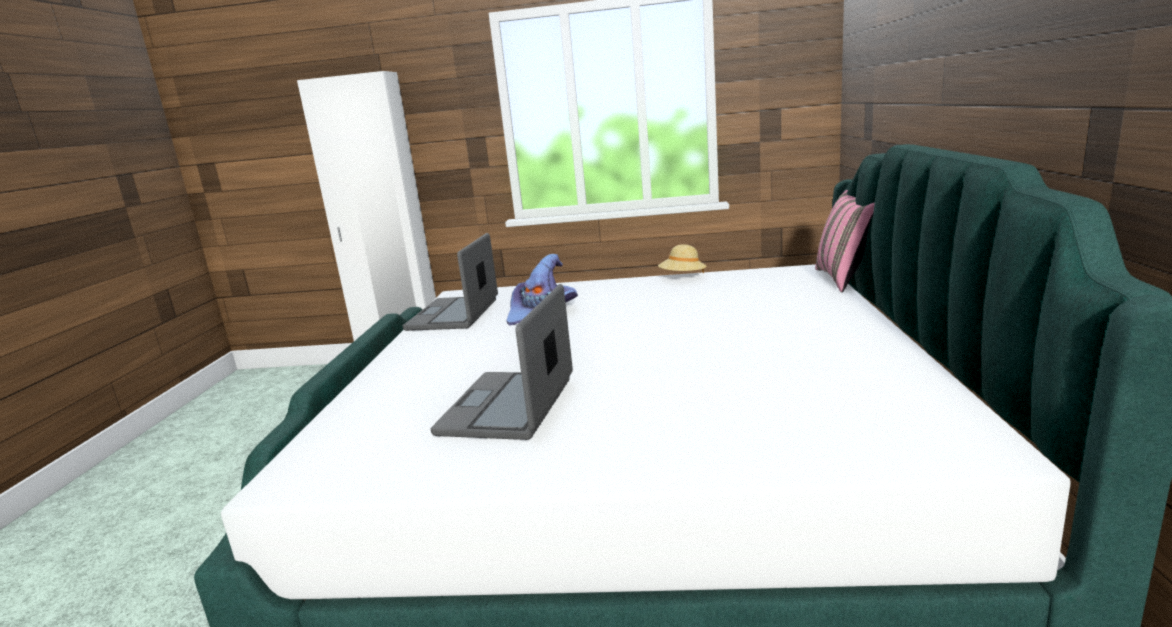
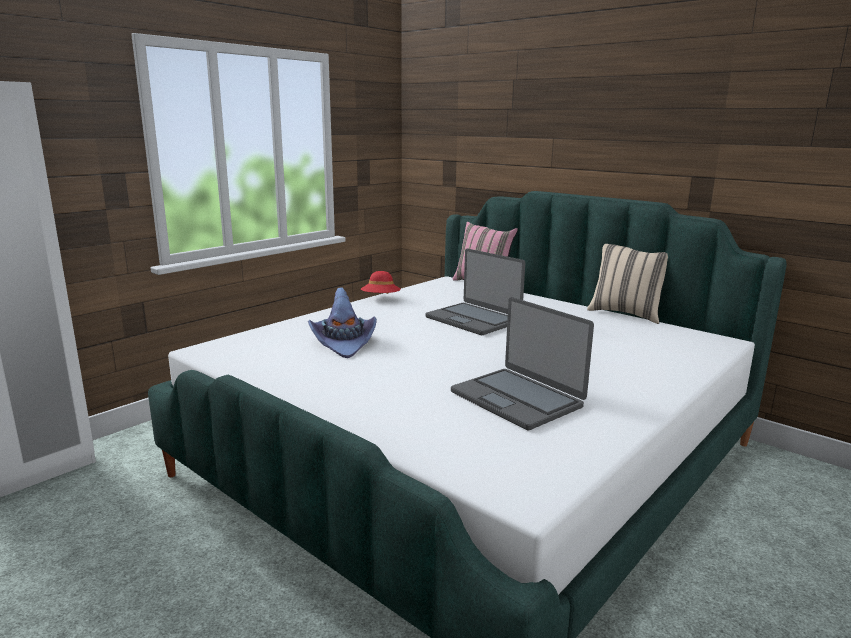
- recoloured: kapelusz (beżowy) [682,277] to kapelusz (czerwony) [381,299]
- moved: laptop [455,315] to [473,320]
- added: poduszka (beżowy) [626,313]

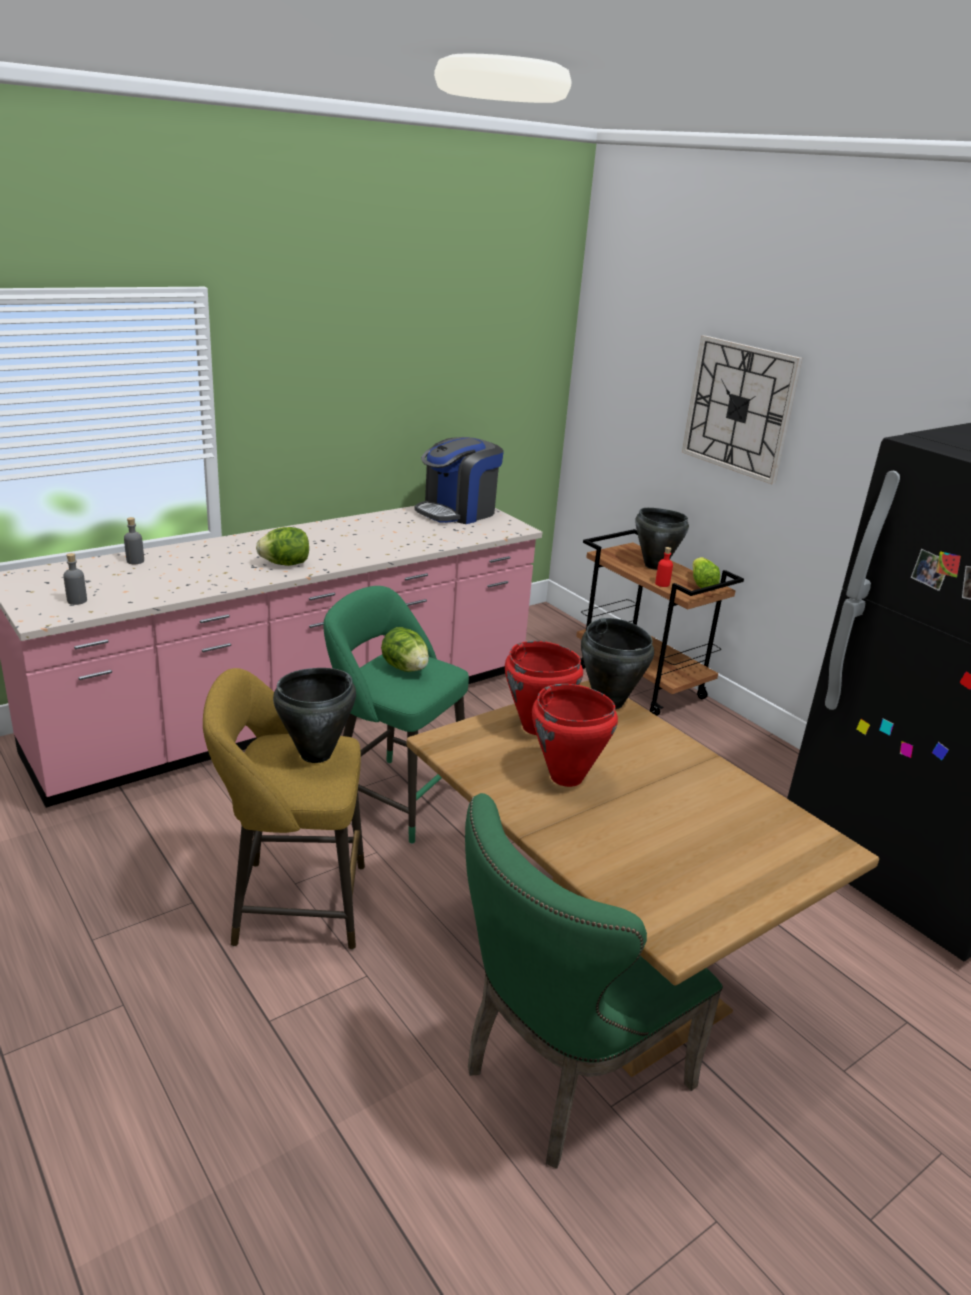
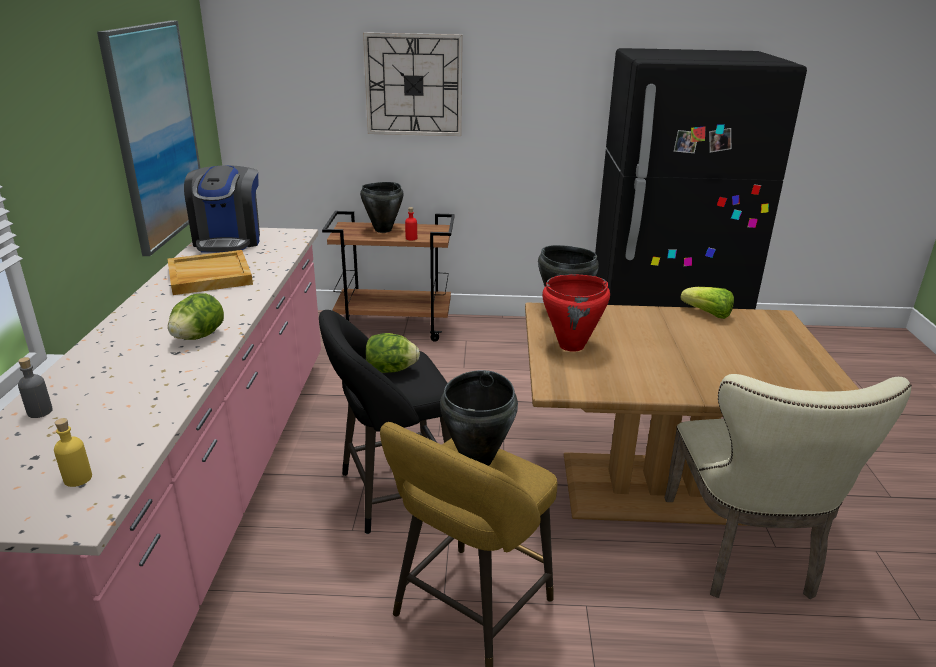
- recoloured: butelka (szary) [77,601] to butelka (żółty) [78,478]
- added: obraz [156,134]
- added: taca (beżowy) [209,276]
- recoloured: stołek (zielony) [392,797] to stołek (czarny) [391,494]
- recoloured: krzesło (zielony) [564,1079] to krzesło (beżowy) [744,555]
- moved: sałata [701,584] to [707,314]
- removed: garnek (czerwony) [566,778]

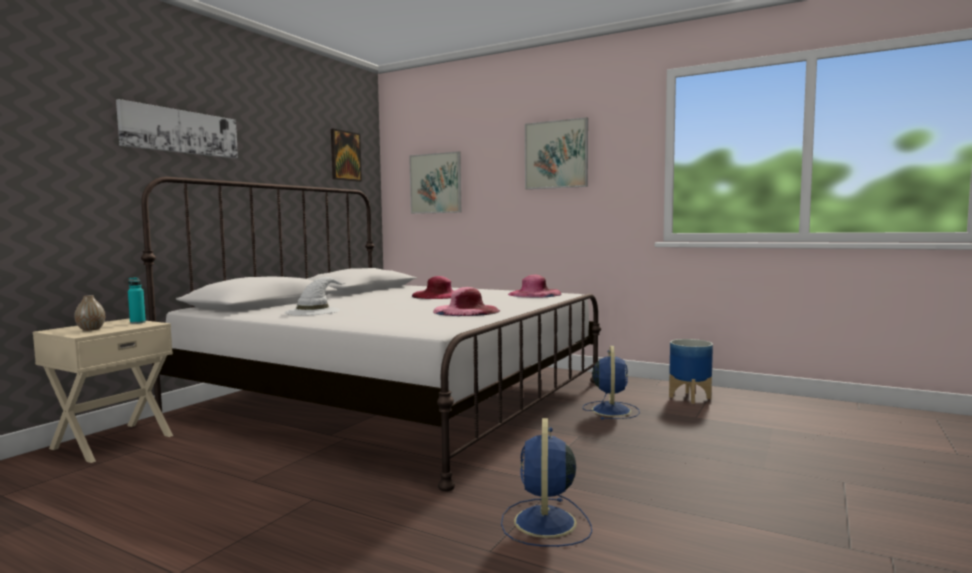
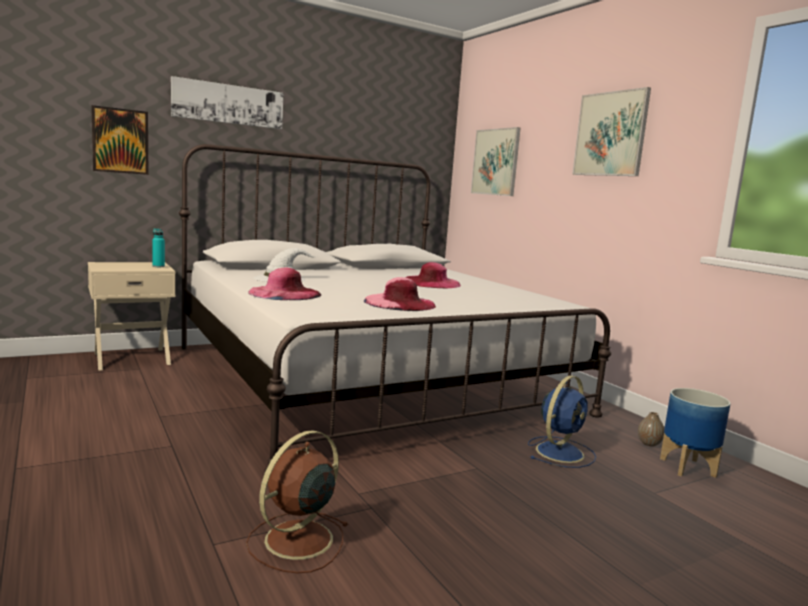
- moved: obraz [345,156] to [120,141]
- recoloured: wentylator (niebieski) [545,523] to wentylator (brązowy) [296,541]
- moved: kapelusz (różowy) [534,294] to [285,293]
- moved: wazon [91,329] to [649,444]

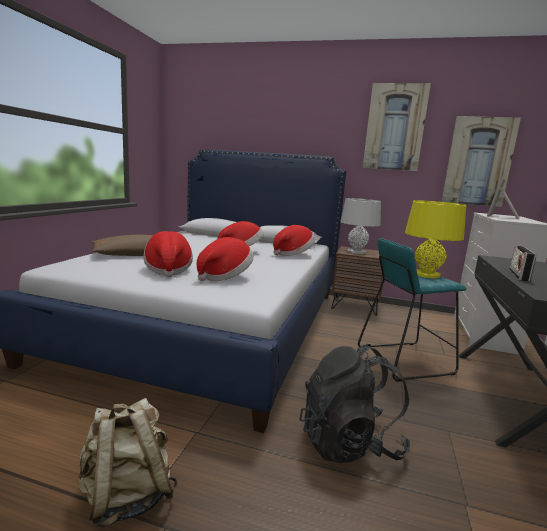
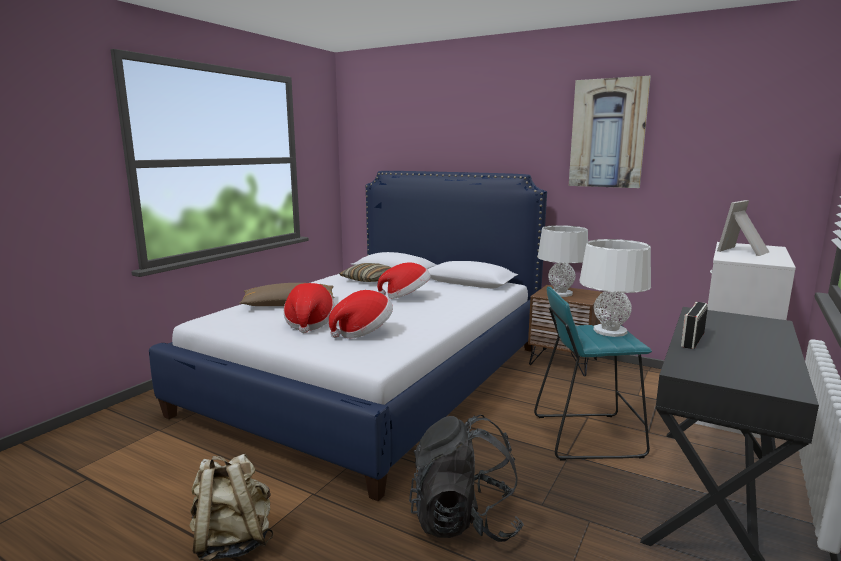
- added: poduszka [369,279]
- recoloured: lampa stołowa (żółty) [426,274] to lampa stołowa (biały) [610,331]
- removed: kapelusz [293,254]
- removed: obraz [478,161]

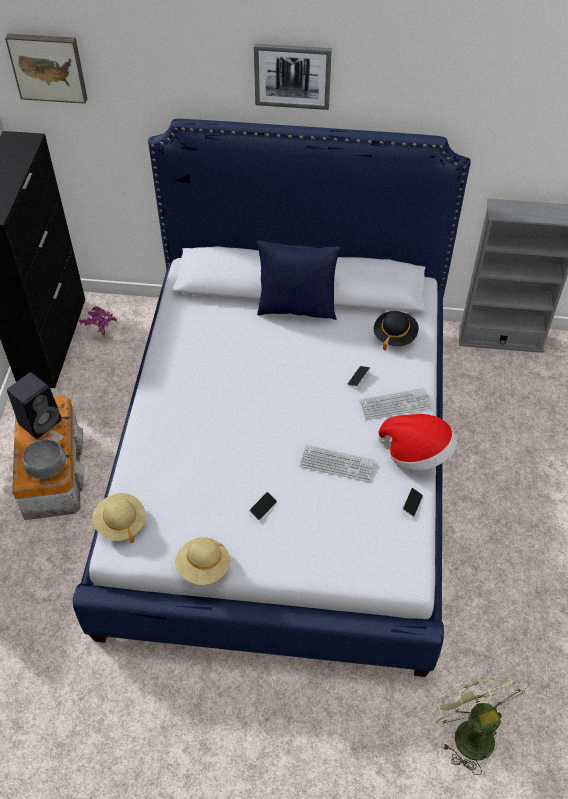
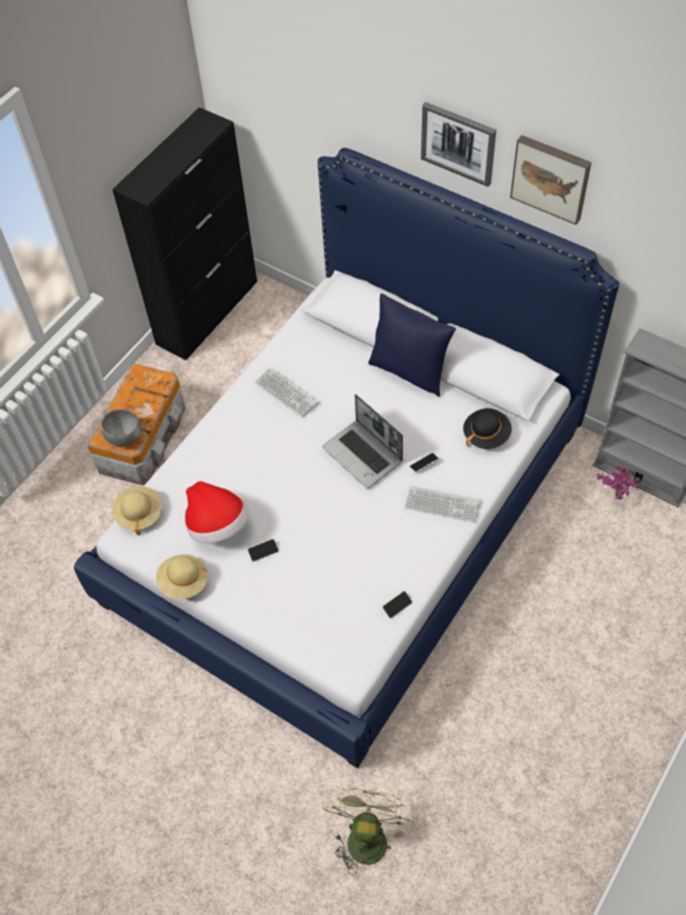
- moved: kapelusz [417,454] to [217,525]
- moved: klawiatura [337,464] to [286,393]
- added: laptop [363,455]
- moved: obraz [48,67] to [551,177]
- moved: roślina doniczkowa [103,336] to [615,497]
- removed: głośnik (czarny) [41,421]

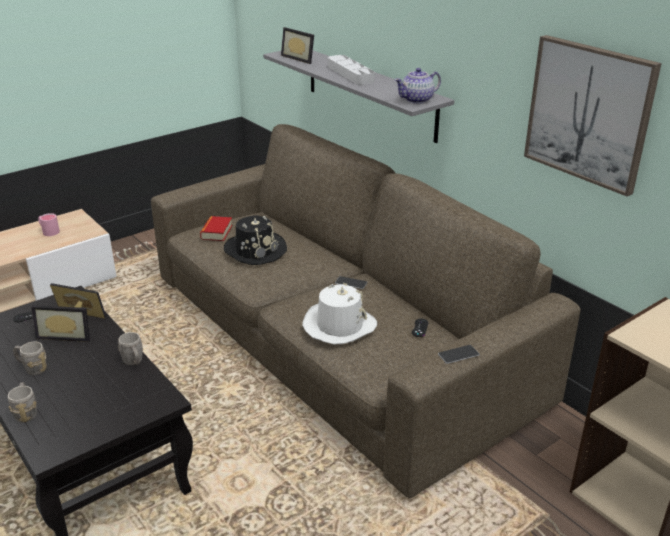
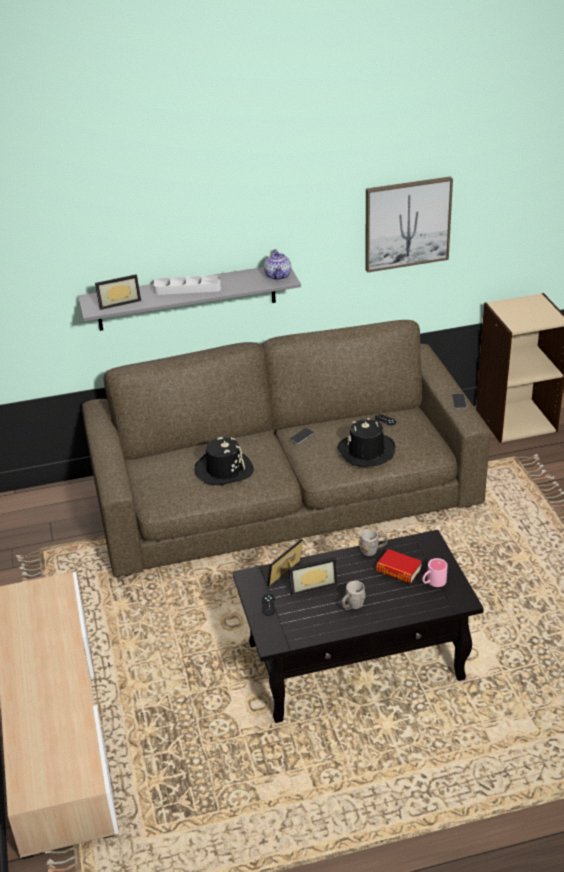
- turned: ramka na zdjęcie [66,334] = [312,584] 45 degrees clockwise
- recoloured: kapelusz (biały) [339,325] to kapelusz (czarny) [366,451]
- moved: książka [216,232] to [398,570]
- moved: kubek (różowy) [48,231] to [433,582]
- removed: kubek (szary) [26,412]

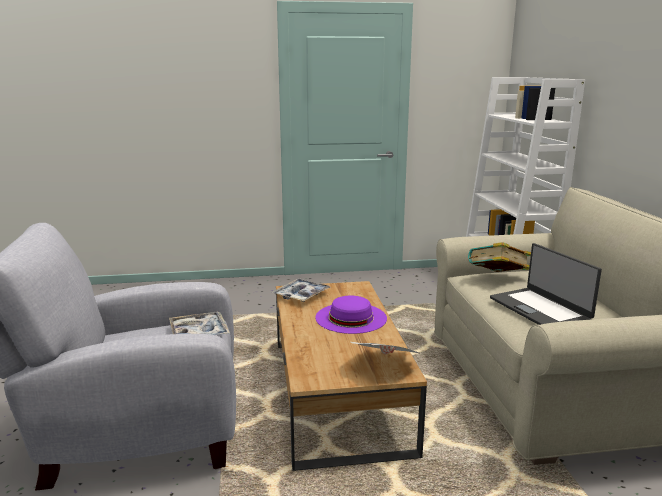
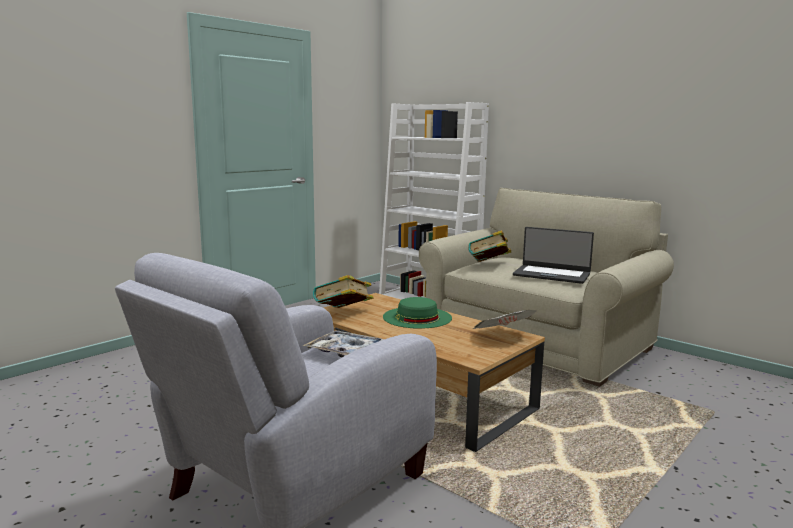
- replaced: taca [301,295] to książka [343,313]
- recoloured: kapelusz (fioletowy) [351,318] to kapelusz (zielony) [417,317]

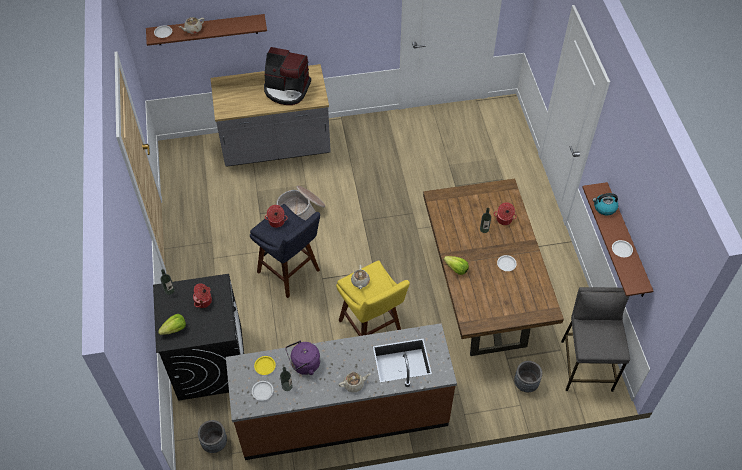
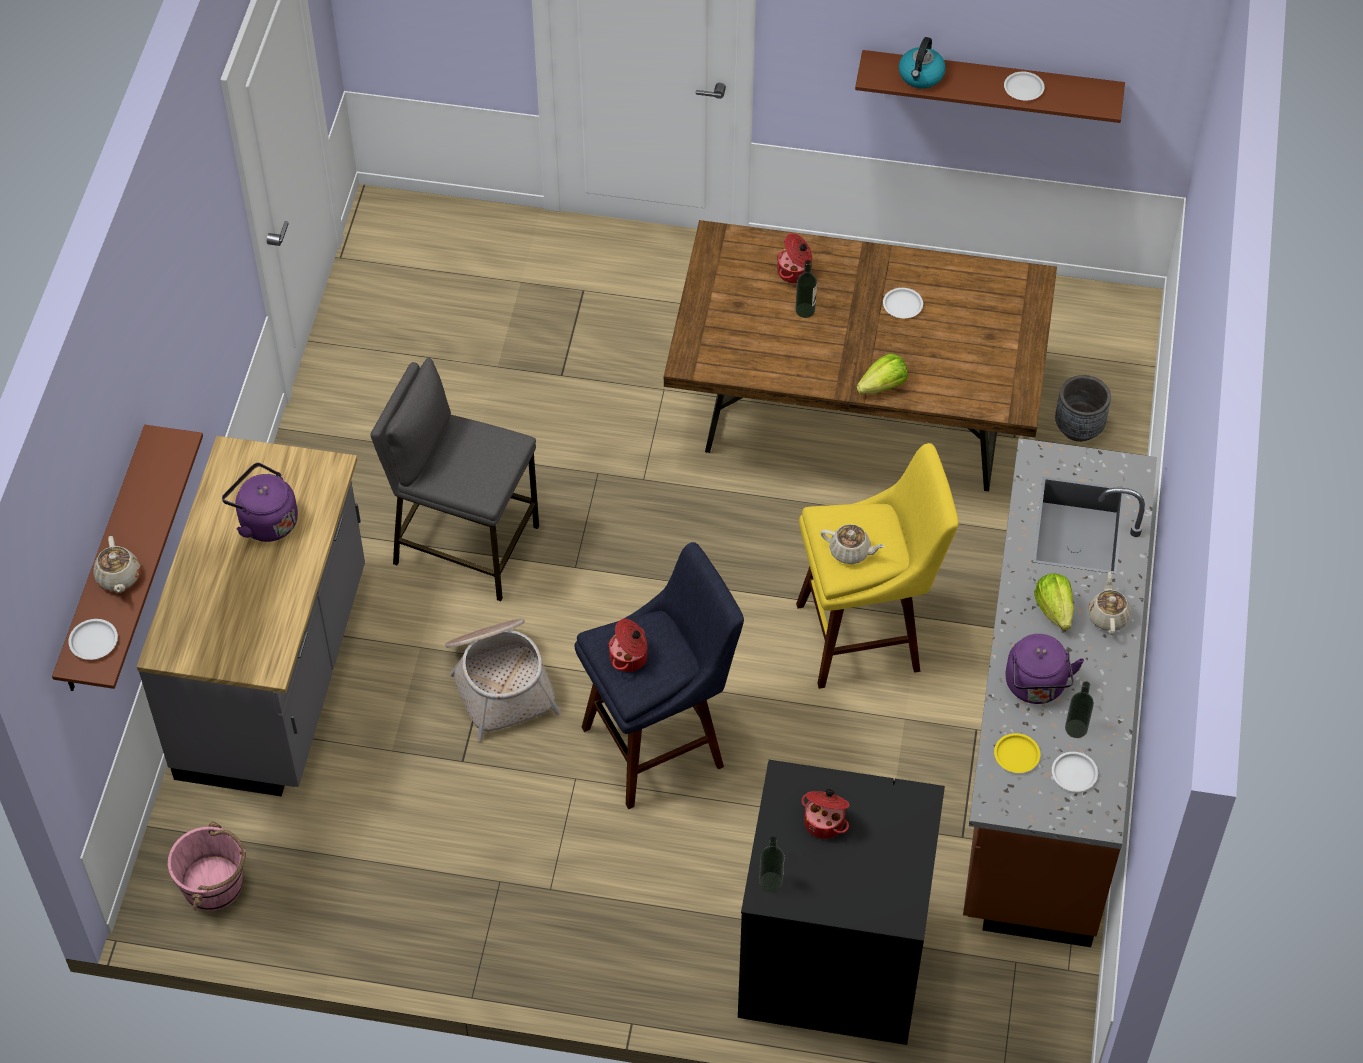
- added: wiadro (różowy) [214,885]
- replaced: ekspres do kawy [287,89] to czajnik (fioletowy) [265,521]
- moved: stołek (szary) [586,365] to [465,545]
- moved: sałata [174,329] to [1054,610]
- removed: donica (szary) [215,443]

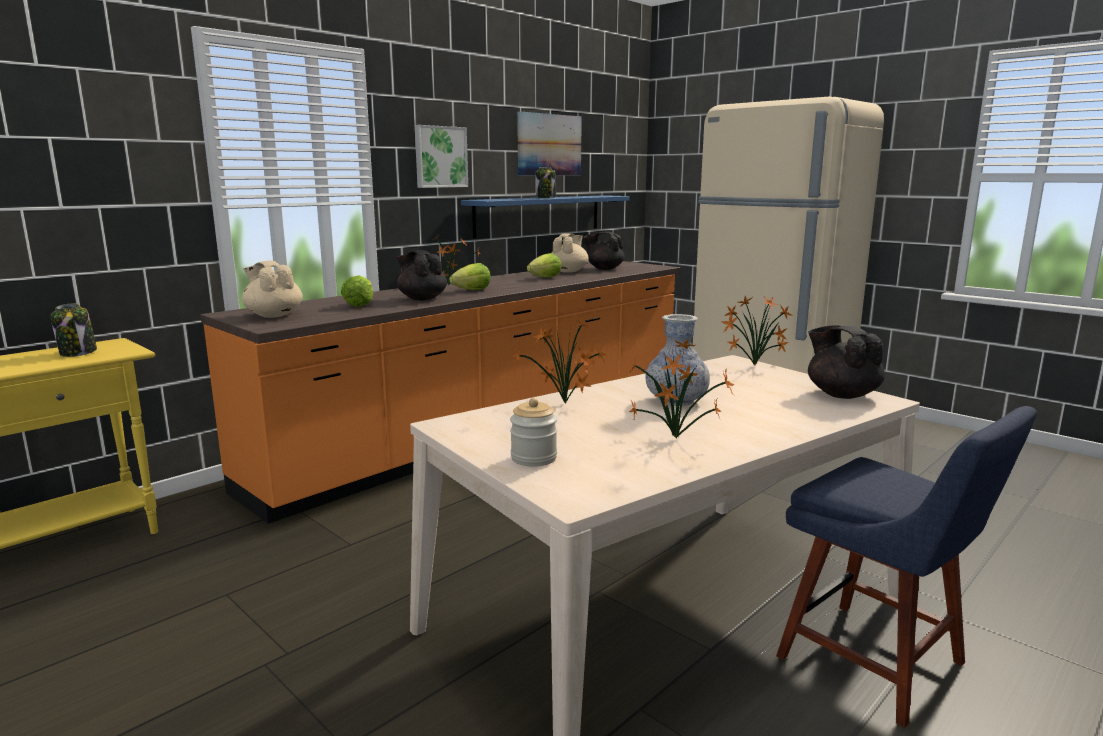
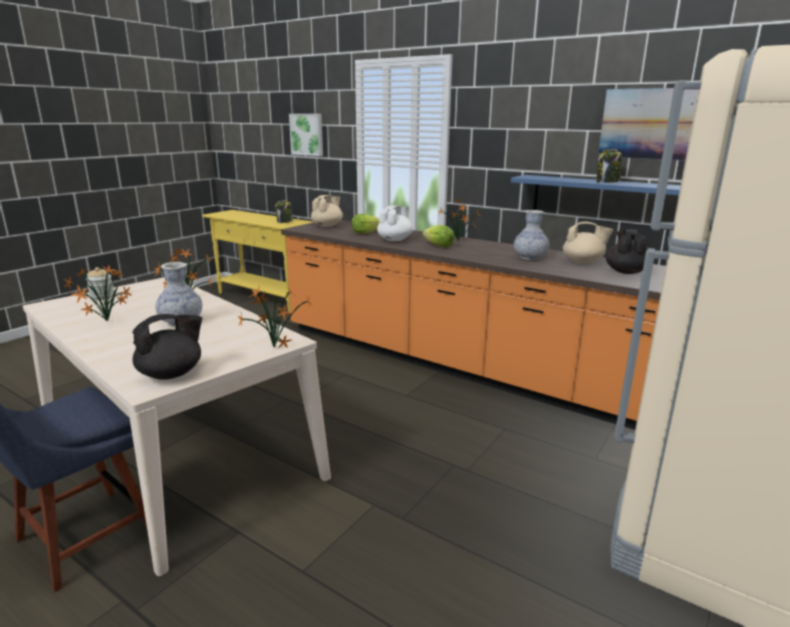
- moved: obraz [440,157] to [307,134]
- recoloured: imbryk (czarny) [422,298] to imbryk (biały) [395,240]
- replaced: sałata [545,278] to wazon [530,257]

